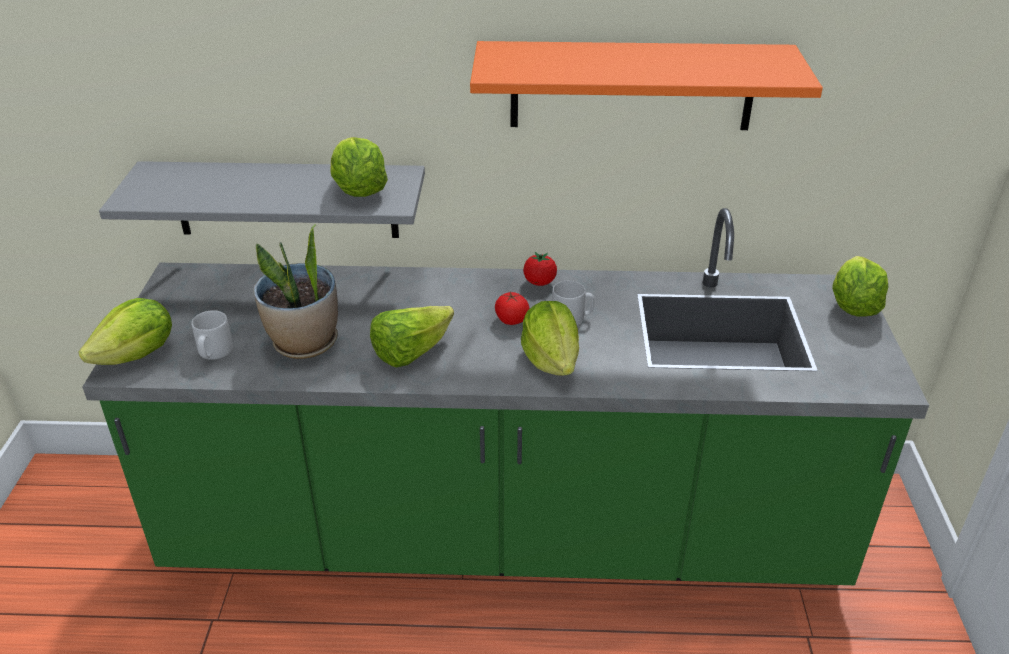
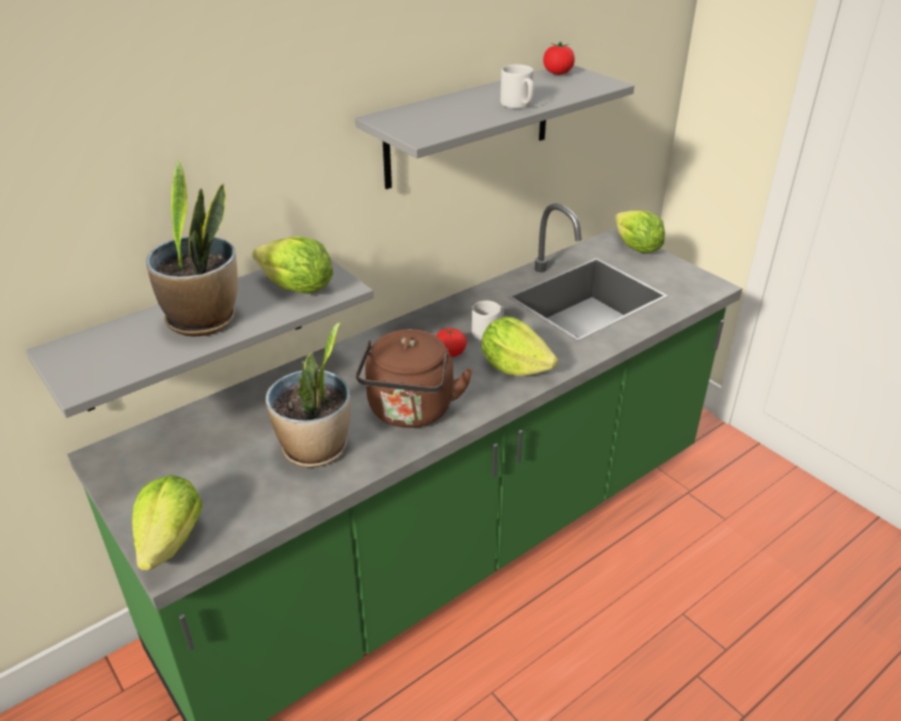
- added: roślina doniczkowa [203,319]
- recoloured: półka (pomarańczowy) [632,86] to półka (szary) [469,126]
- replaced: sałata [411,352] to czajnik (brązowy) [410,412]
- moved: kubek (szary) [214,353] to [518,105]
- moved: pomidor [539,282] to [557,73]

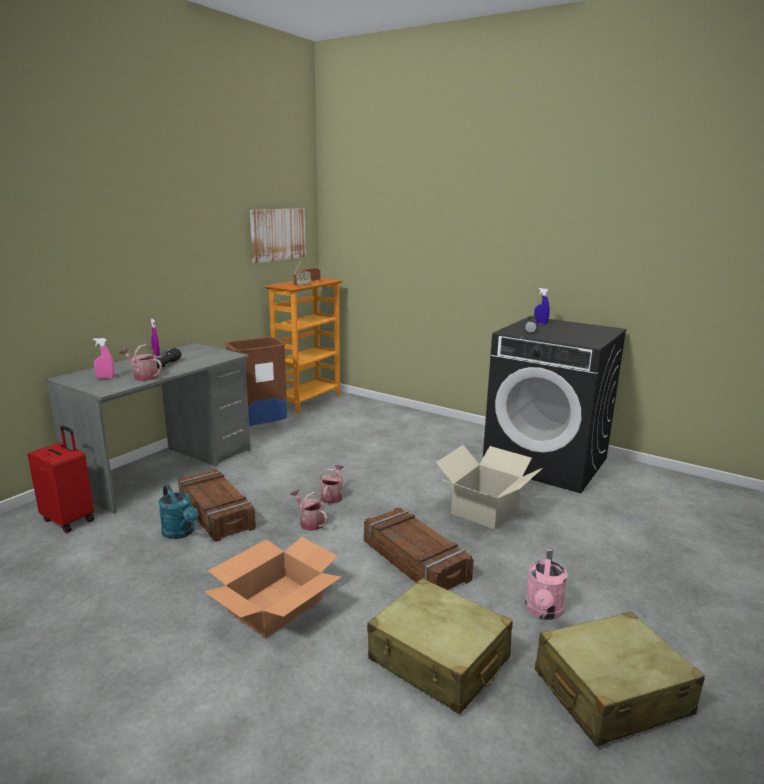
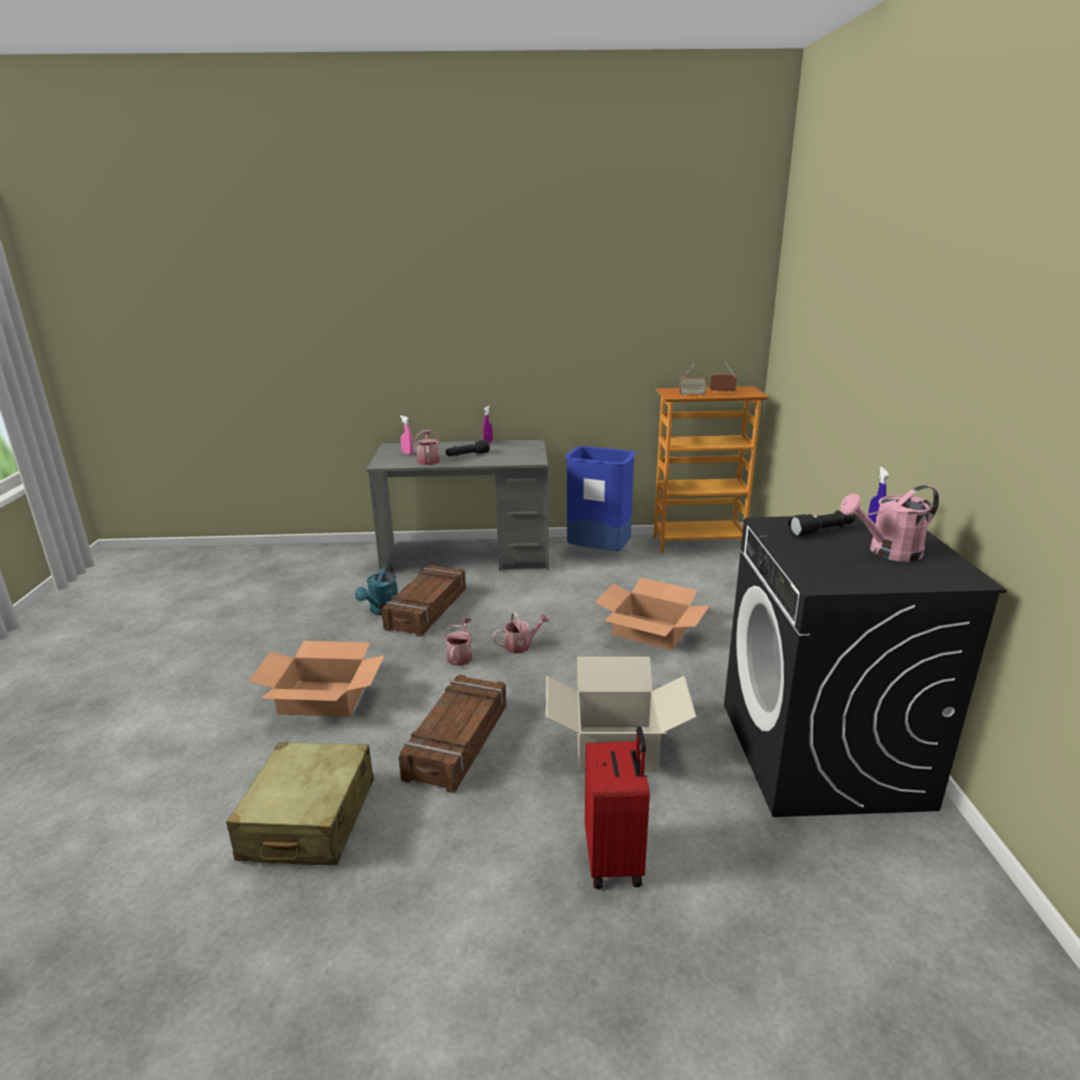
- recoloured: kosz na śmieci (brązowy) [260,428] to kosz na śmieci (niebieski) [598,552]
- moved: walizka (czerwony) [69,519] to [615,859]
- added: karton [650,631]
- moved: konewka (różowy) [543,612] to [887,553]
- removed: obraz [277,234]
- removed: walizka (beżowy) [610,693]

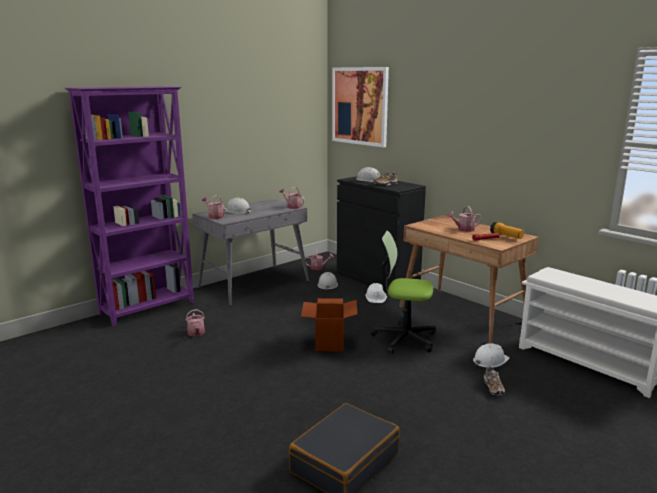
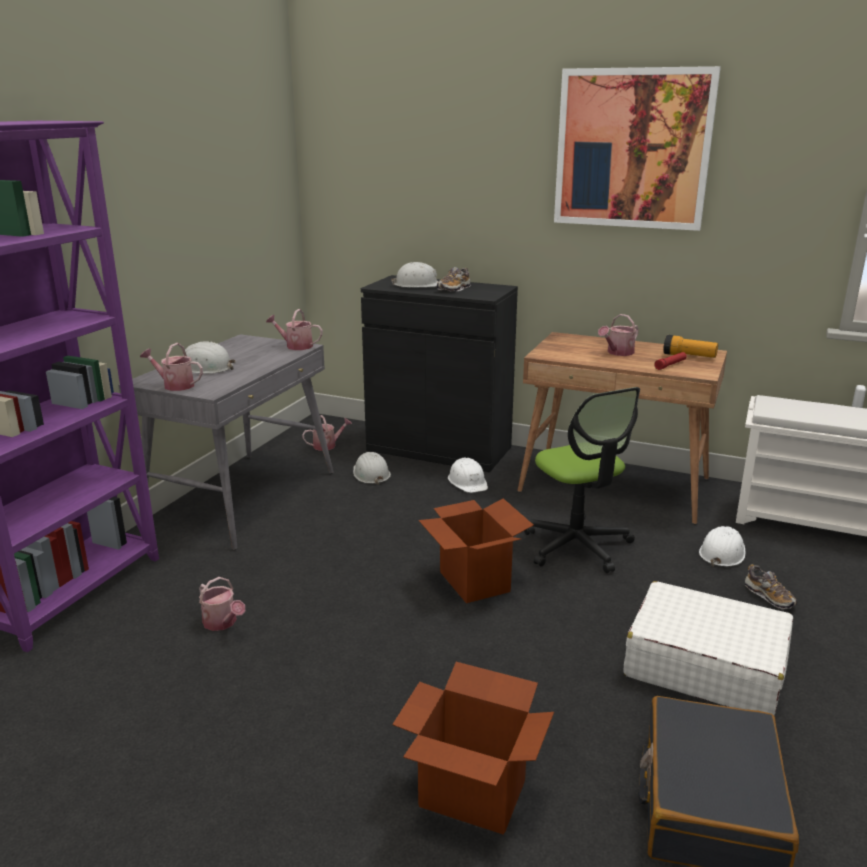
- added: karton [471,794]
- turned: krzesło biurowe [404,339] = [577,546] 105 degrees counterclockwise
- moved: obraz [359,106] to [632,149]
- added: walizka (biały) [704,665]

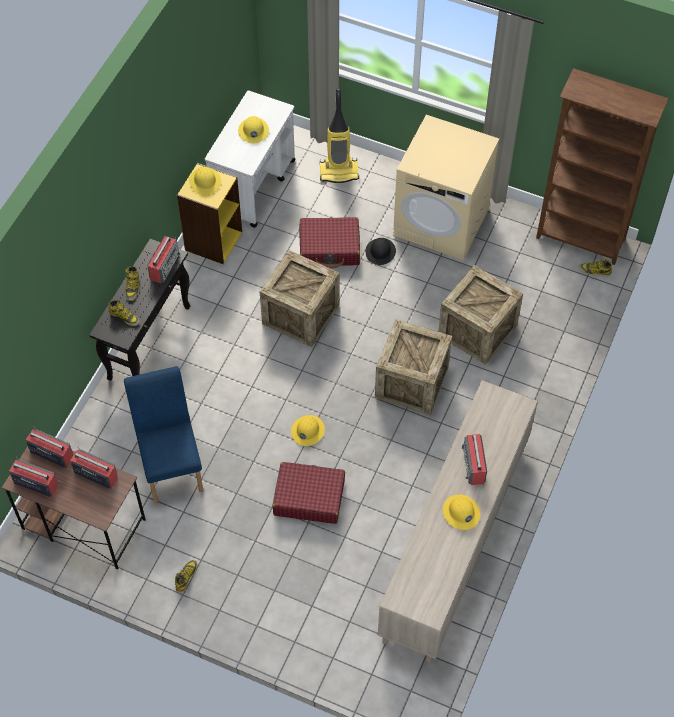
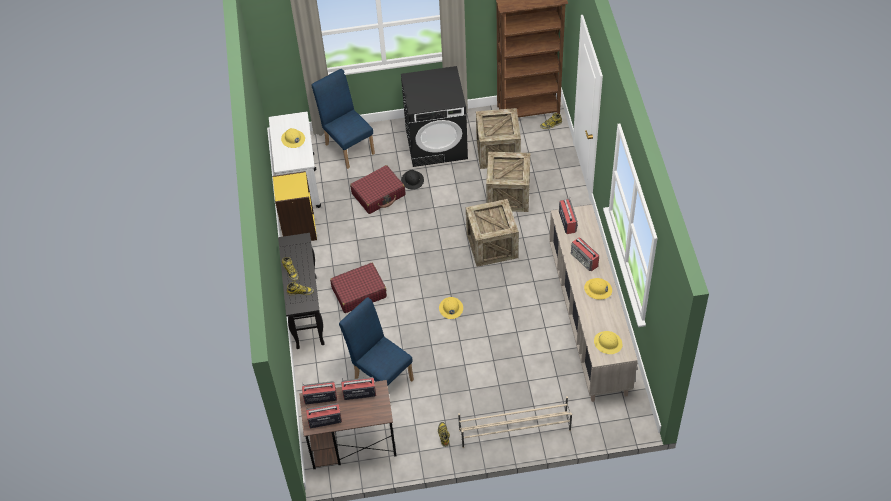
- replaced: odkurzacz [339,171] to krzesło (niebieski) [348,146]
- moved: walizka (czerwony) [309,497] to [359,292]
- recoloured: pralka (beżowy) [441,222] to pralka (czarny) [436,143]
- added: regał na buty (beżowy) [514,430]
- moved: skrzynka [300,314] to [498,152]
- moved: radio [165,266] to [567,221]
- moved: kask (żółty) [205,181] to [608,343]

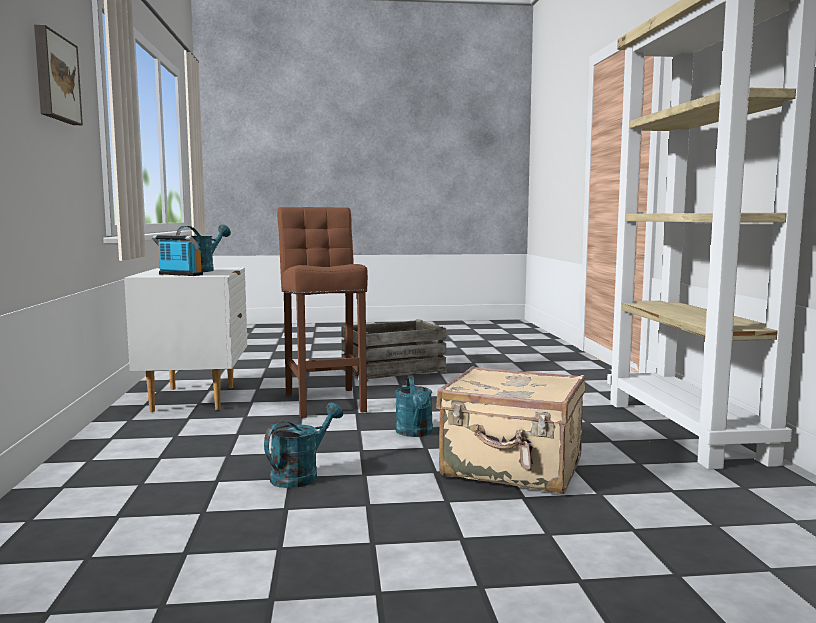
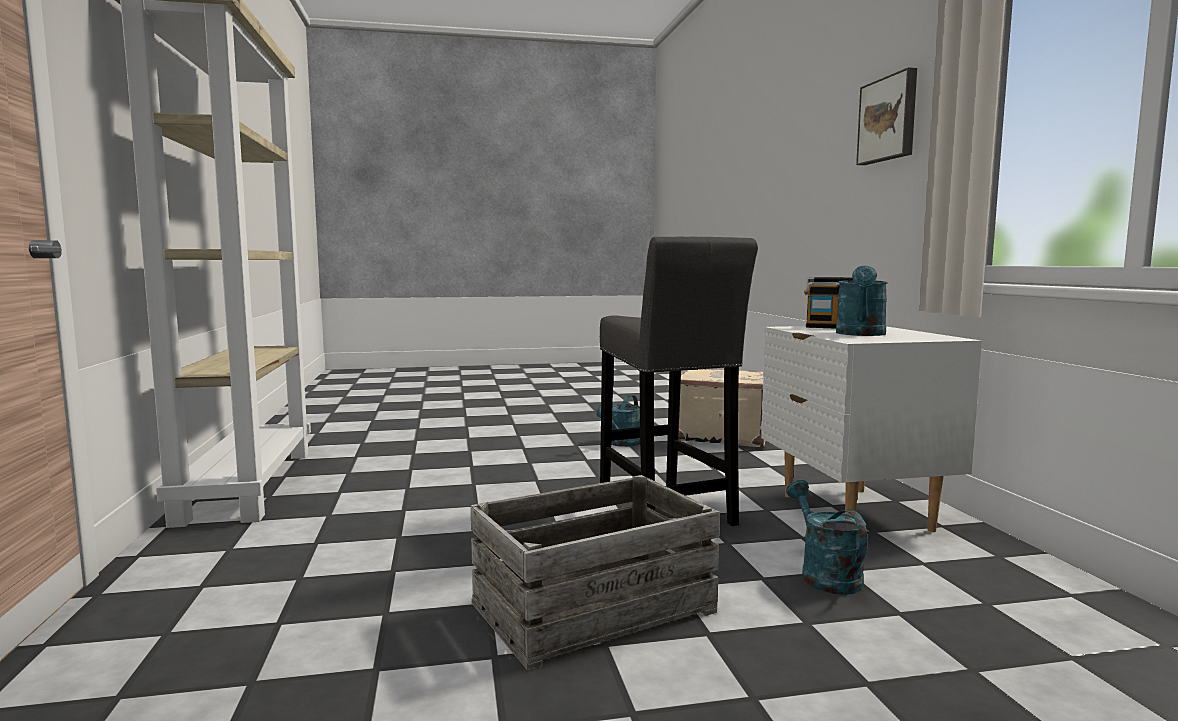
- recoloured: stołek (brązowy) [325,401] to stołek (szary) [667,514]
- moved: walizka (beżowy) [513,469] to [722,436]
- moved: konewka (turkusowy) [415,433] to [824,575]

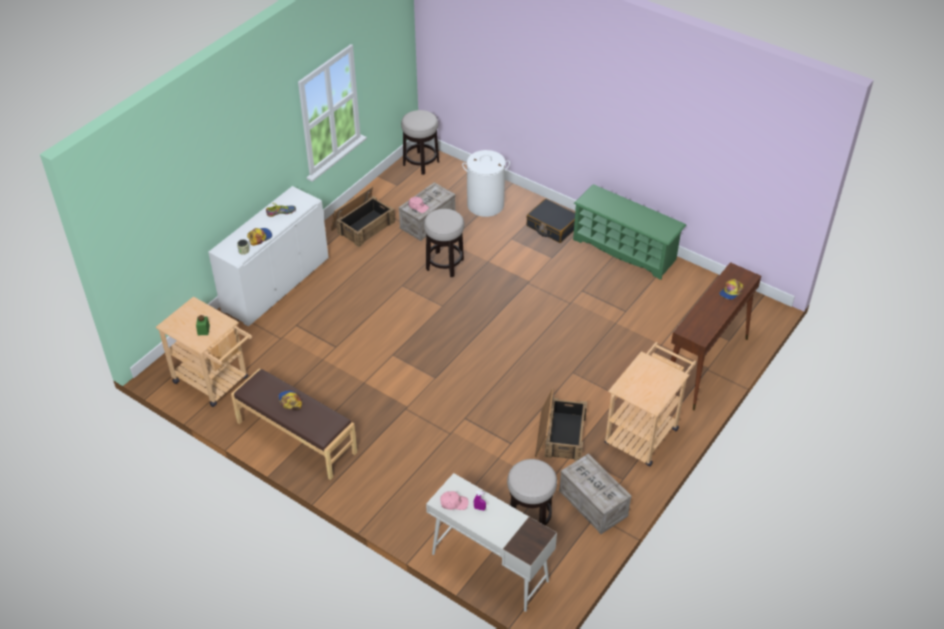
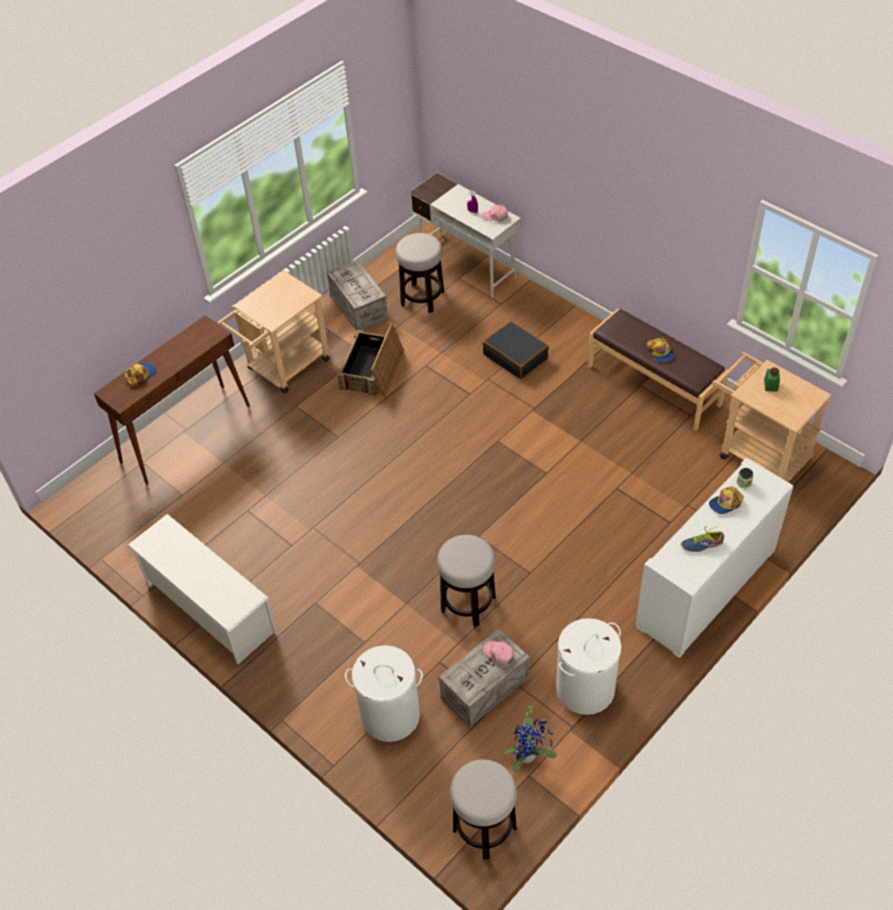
- recoloured: regał na buty (zielony) [625,250] to regał na buty (biały) [210,608]
- moved: walizka (czarny) [552,226] to [515,356]
- added: roślina doniczkowa [528,755]
- replaced: skrzynka [363,225] to kosz na pranie (biały) [585,689]

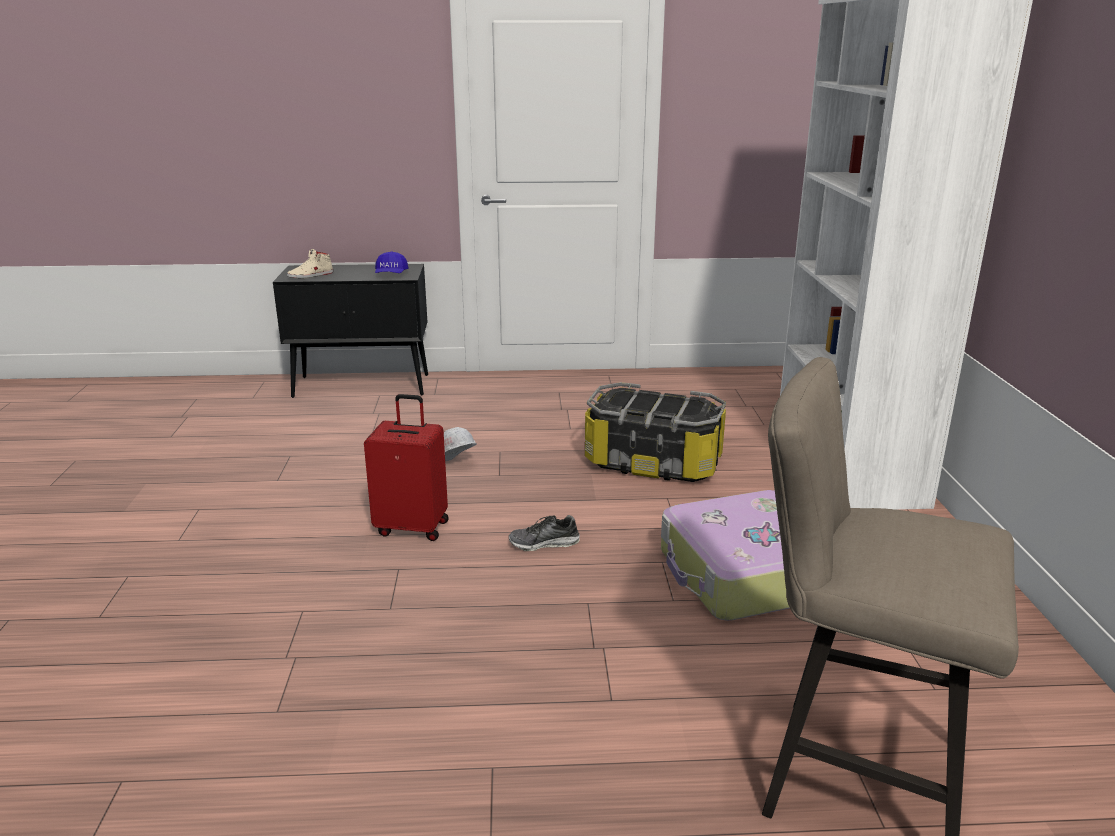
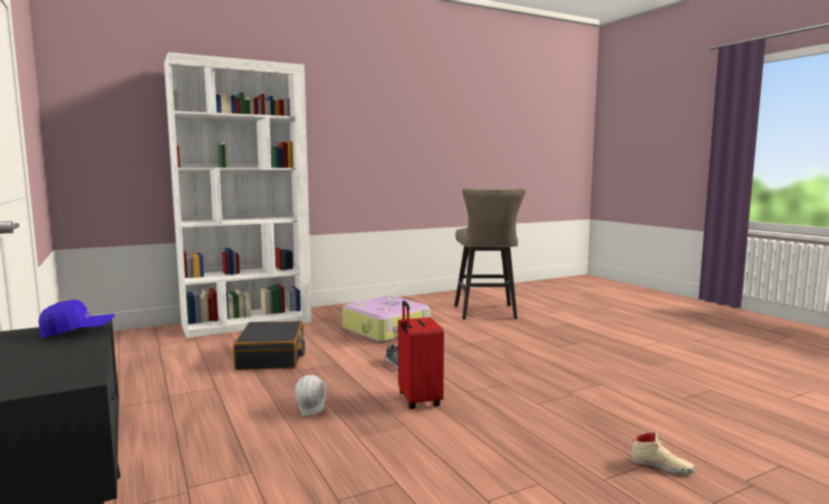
- replaced: pojemnik do przechowywania [653,462] to walizka (czarny) [272,357]
- moved: but (beżowy) [311,275] to [661,466]

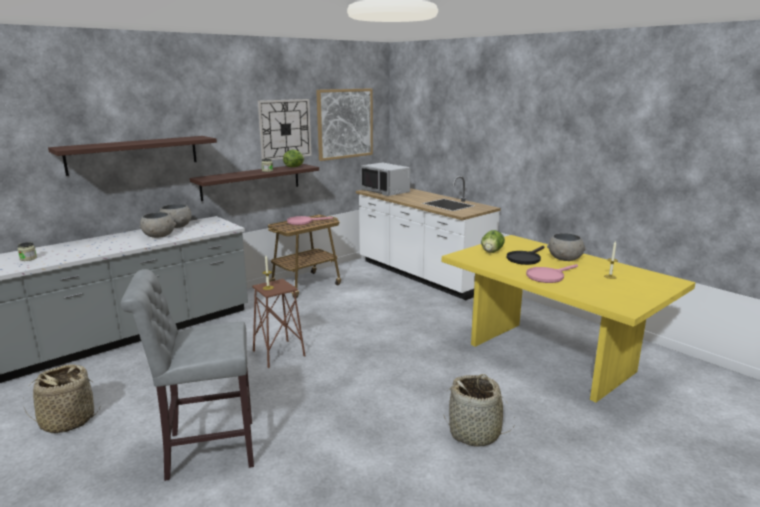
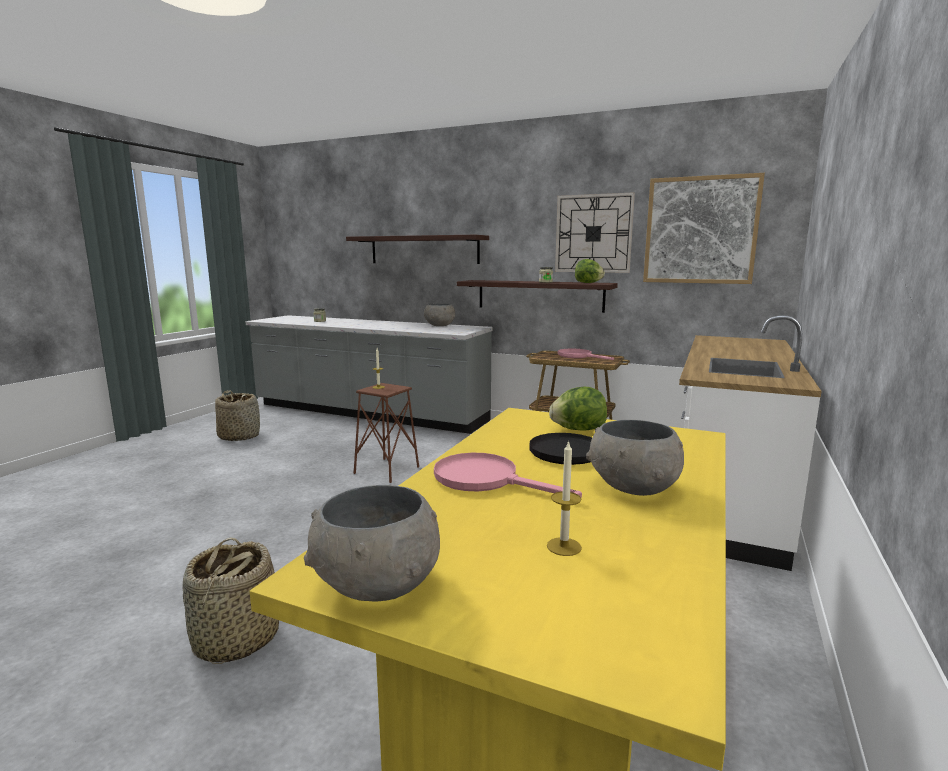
- moved: miska (szary) [159,236] to [377,584]
- removed: stołek (szary) [205,450]
- removed: mikrofalówka (szary) [386,192]

